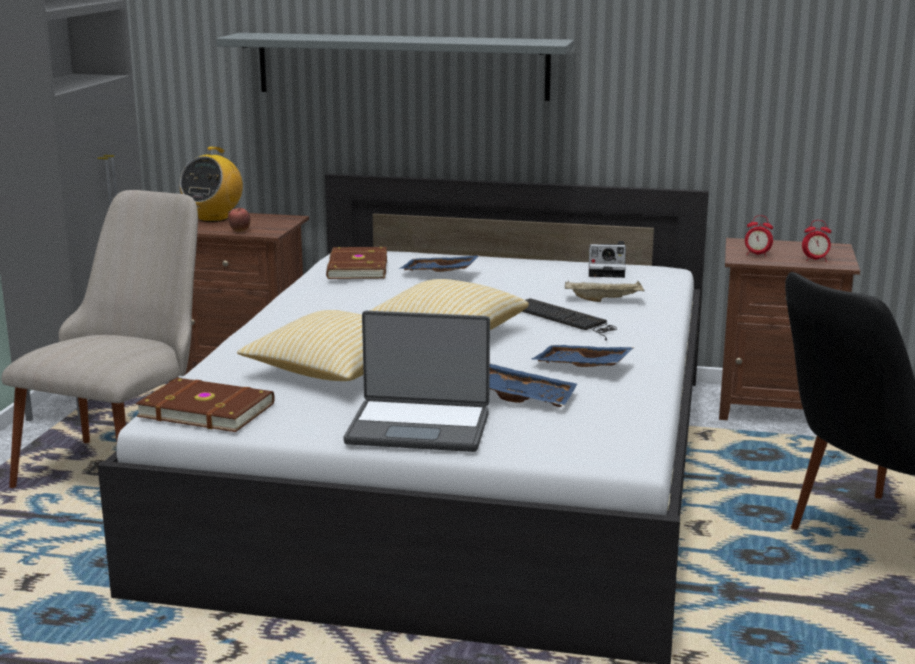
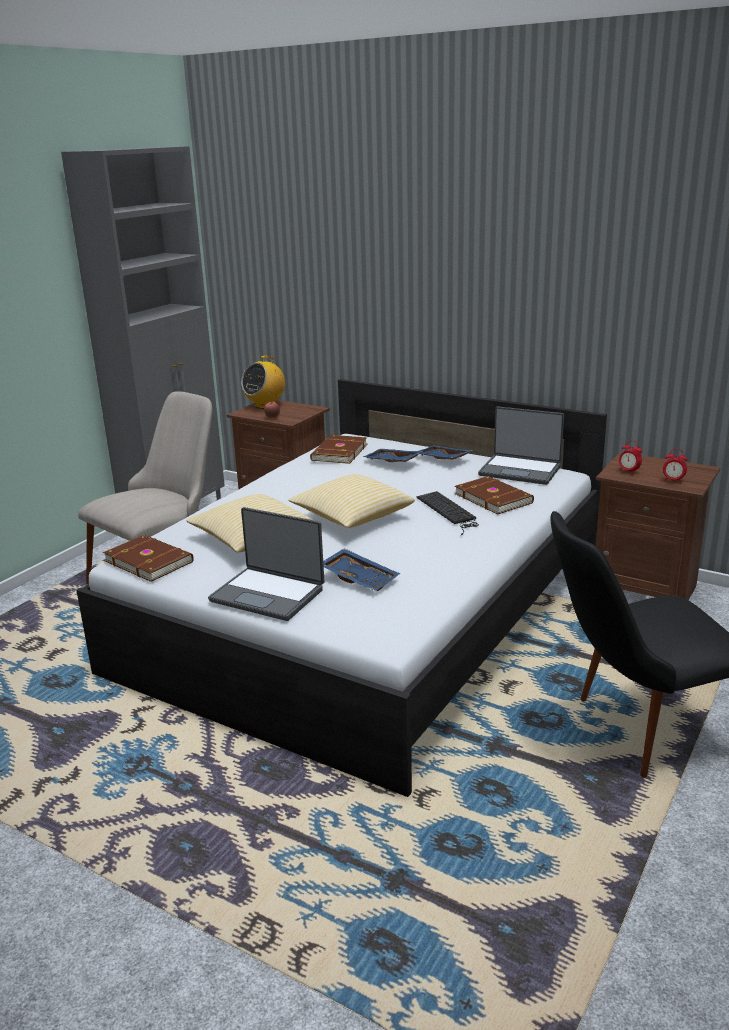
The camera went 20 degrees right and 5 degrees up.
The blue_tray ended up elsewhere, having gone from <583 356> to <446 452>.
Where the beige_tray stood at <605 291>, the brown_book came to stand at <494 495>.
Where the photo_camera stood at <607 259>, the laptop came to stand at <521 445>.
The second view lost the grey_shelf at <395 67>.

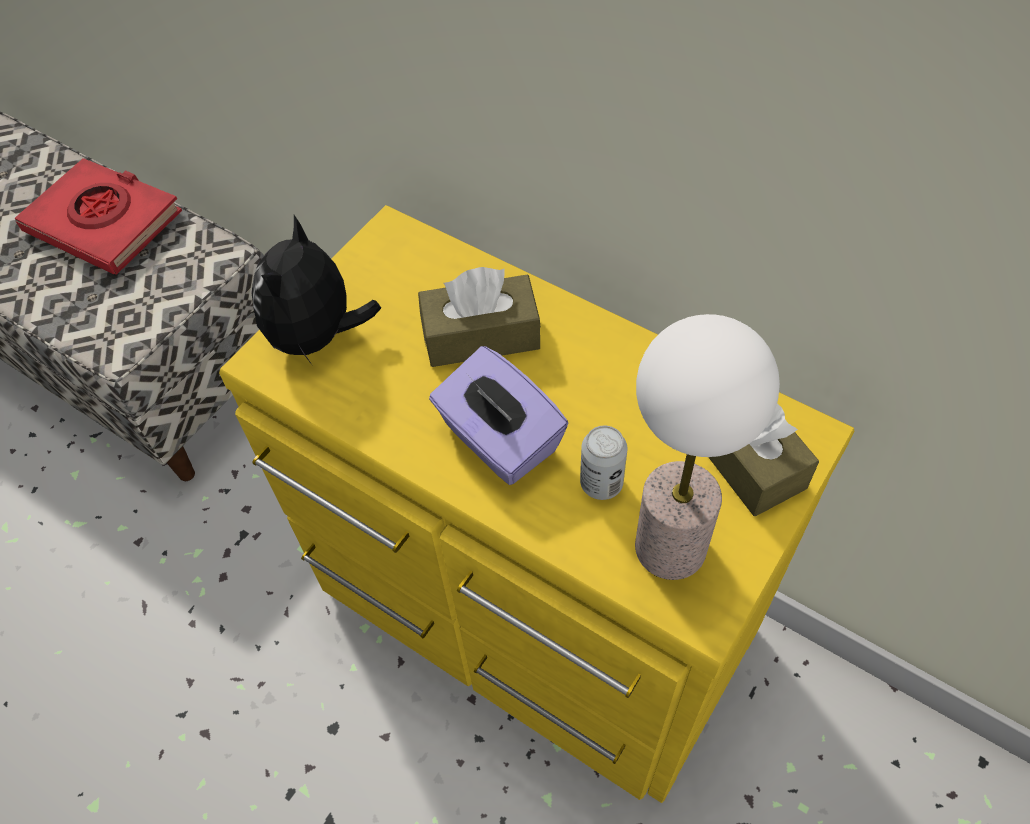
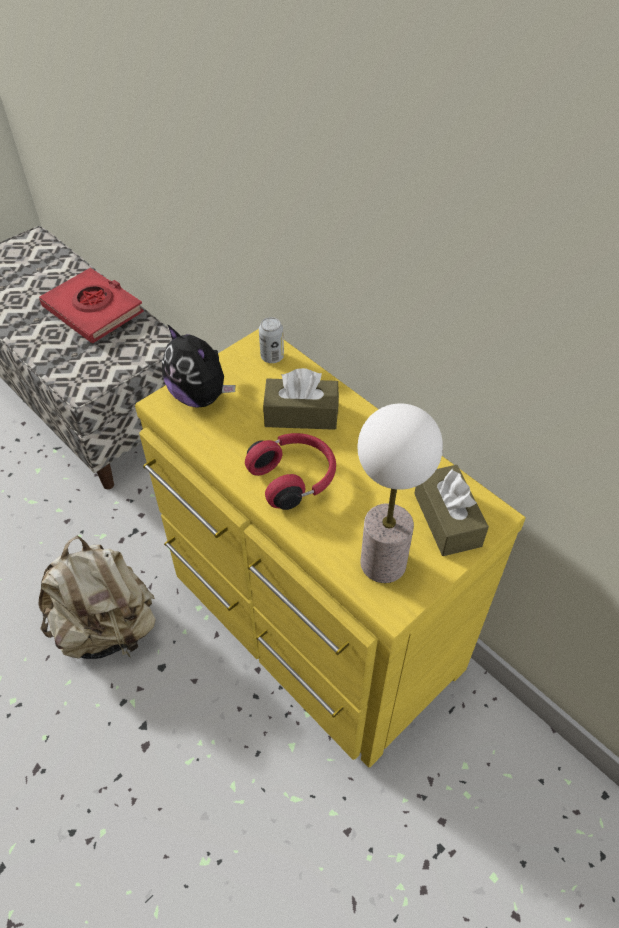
The camera went 10 degrees right and 5 degrees down.
The second view gained the beige_backpack at <97 597>.
The plush_toy at <316 290> ended up facing another way, 75 degrees counterclockwise from before.
Where the purple_tissue_box stood at <498 415>, the red_headphones came to stand at <290 471>.
The can ended up elsewhere, having gone from <603 462> to <271 340>.

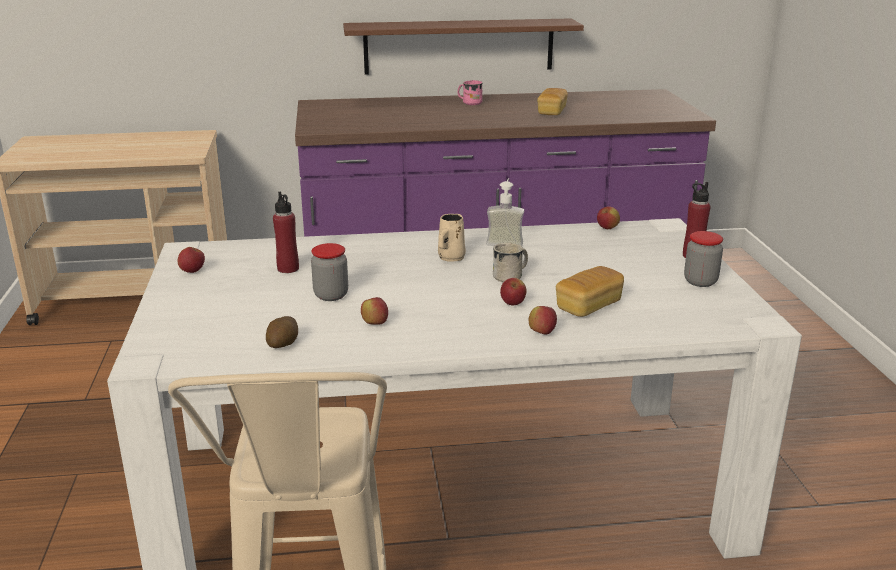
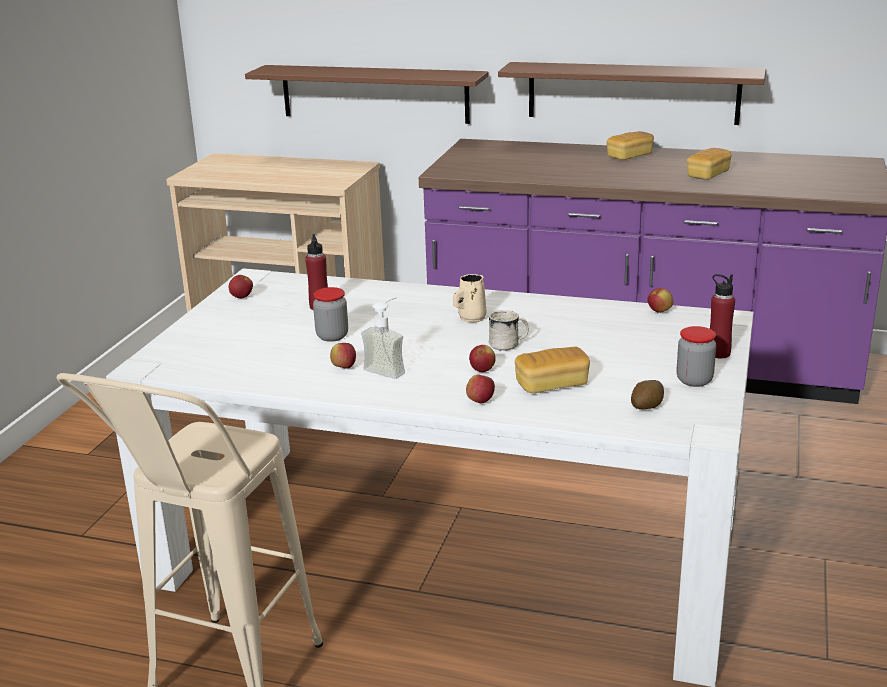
The camera went 25 degrees right and 0 degrees up.
The second view gained the brown_shelf at <366 94>.
The soap_dispenser ended up elsewhere, having gone from <505 212> to <383 338>.
Where the pink_mug stood at <470 92>, the bread came to stand at <630 145>.
The potato ended up elsewhere, having gone from <282 332> to <647 394>.

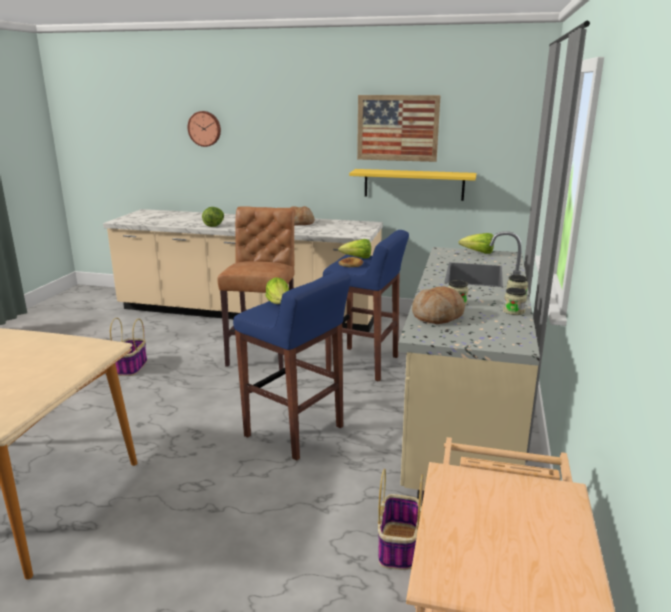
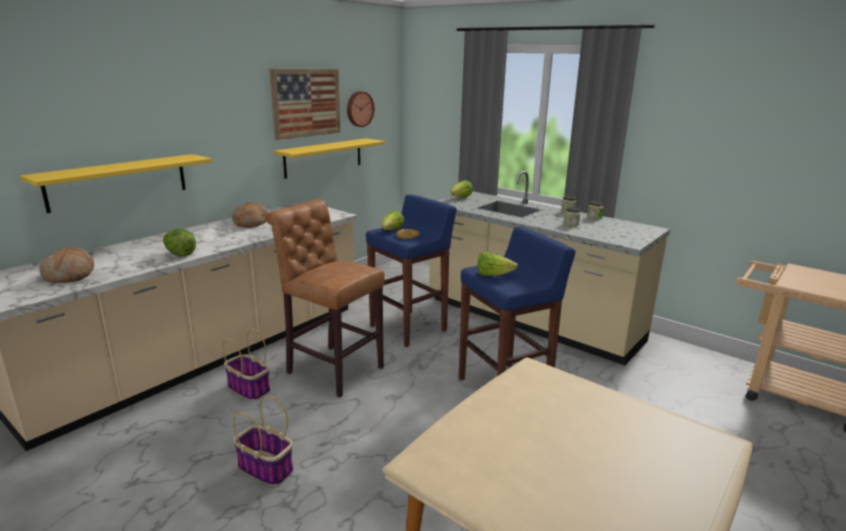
The camera went 65 degrees left and 0 degrees up.
The second view gained the yellow_shelf at <116 183>.
The bread ended up elsewhere, having gone from <438 305> to <67 265>.
The basket ended up elsewhere, having gone from <400 519> to <246 365>.
The wall_clock ended up elsewhere, having gone from <204 129> to <360 109>.

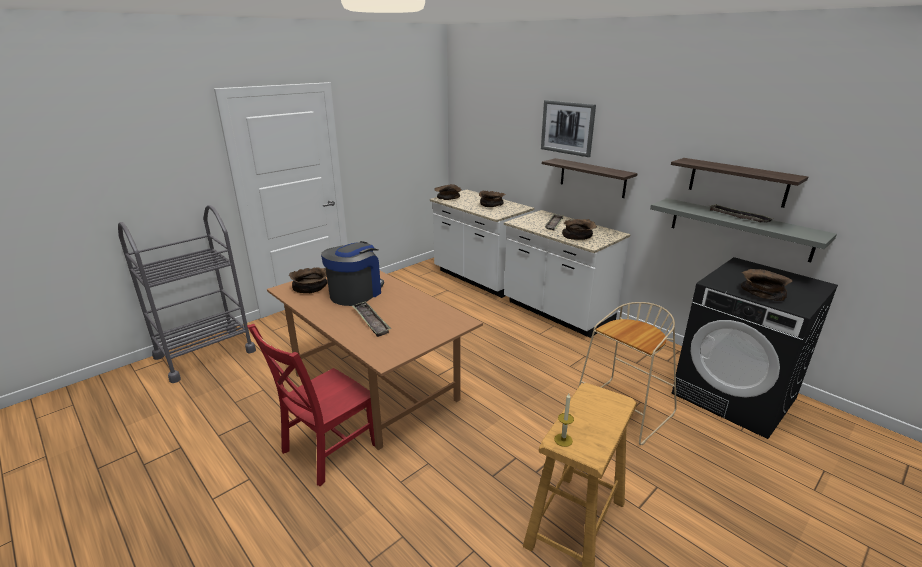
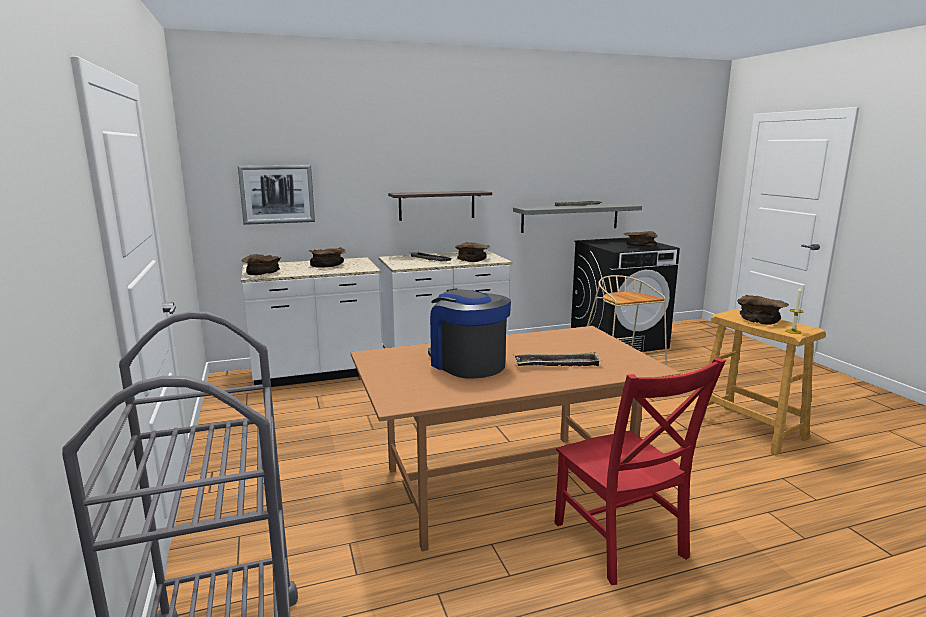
The camera went 65 degrees left and 10 degrees down.
The picture ended up elsewhere, having gone from <568 128> to <276 195>.
The brown_bowl ended up elsewhere, having gone from <308 280> to <763 310>.
The second view lost the shelf at <739 183>.

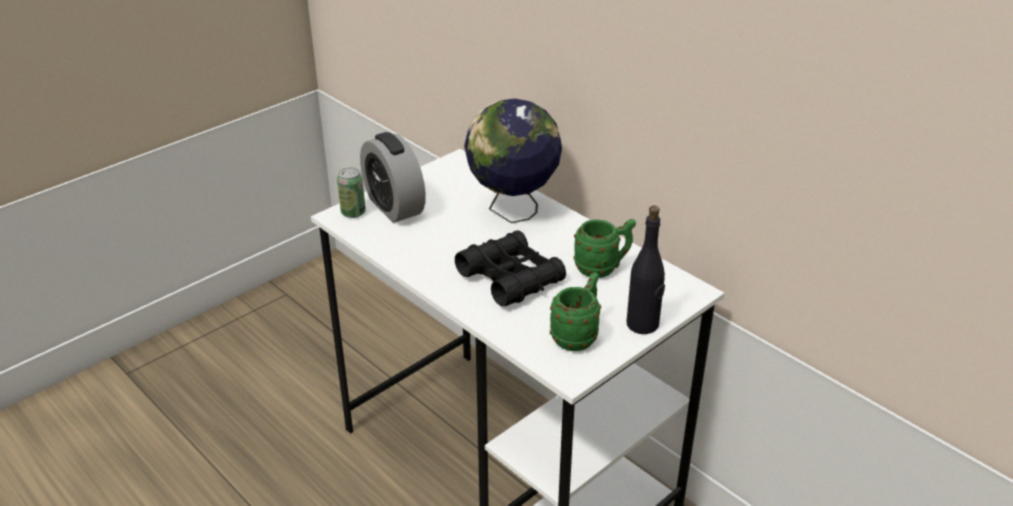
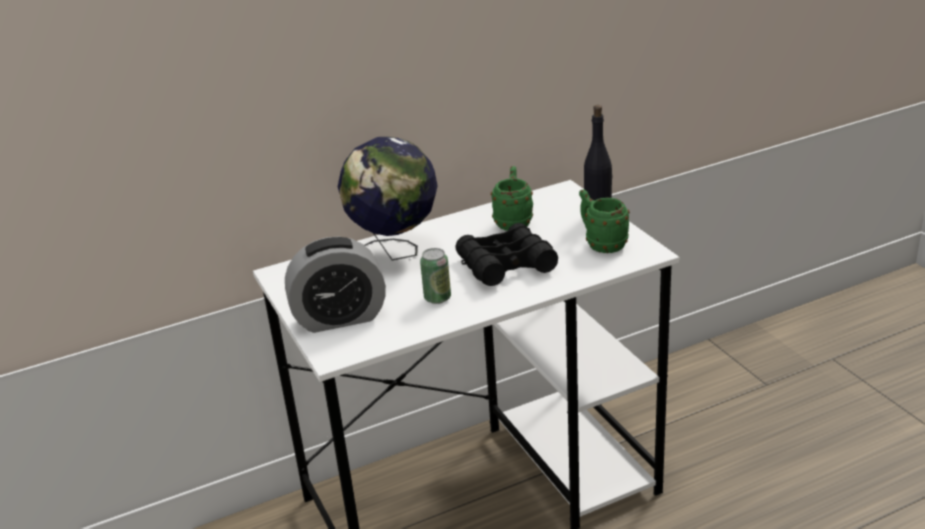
The camera went 70 degrees left and 5 degrees down.
The can ended up elsewhere, having gone from <351 192> to <435 276>.

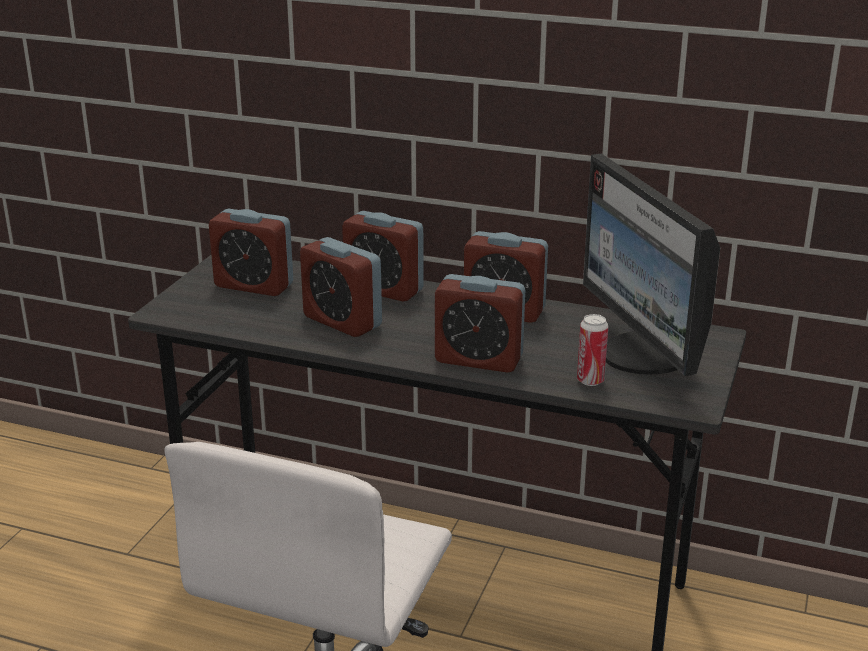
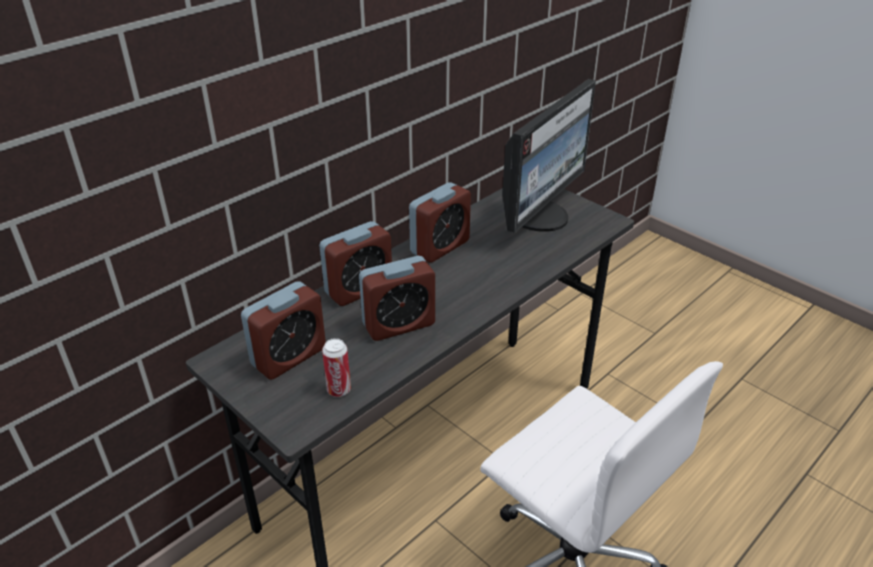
The camera went 65 degrees left and 10 degrees up.
The can ended up elsewhere, having gone from <593 350> to <336 367>.
The monitor at <651 264> ended up facing another way, 60 degrees counterclockwise from before.
The second view lost the alarm_clock at <480 323>.

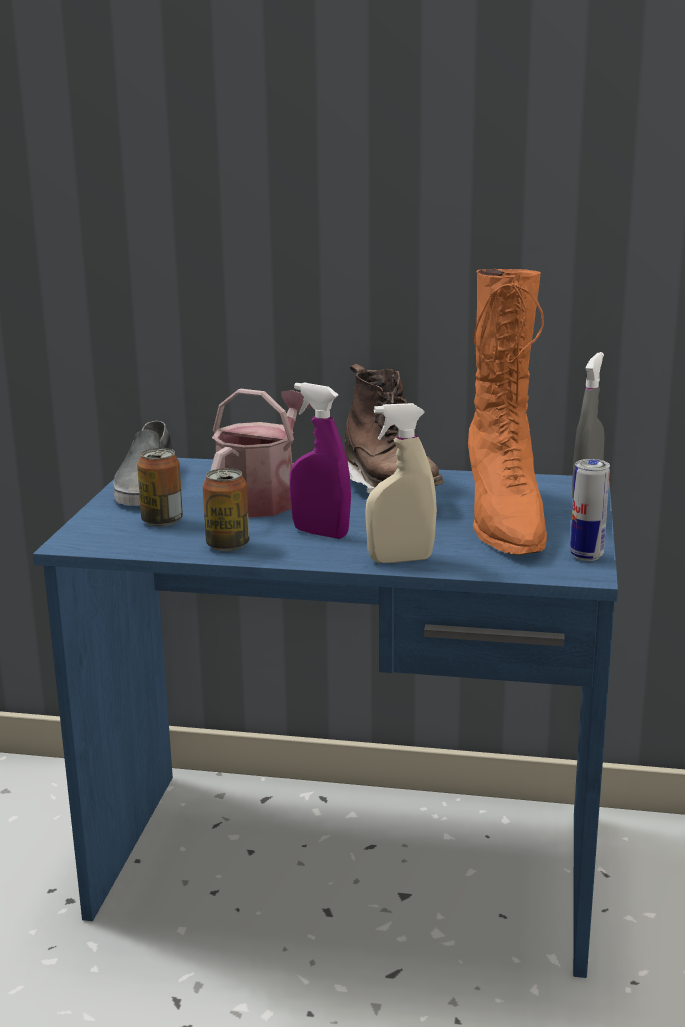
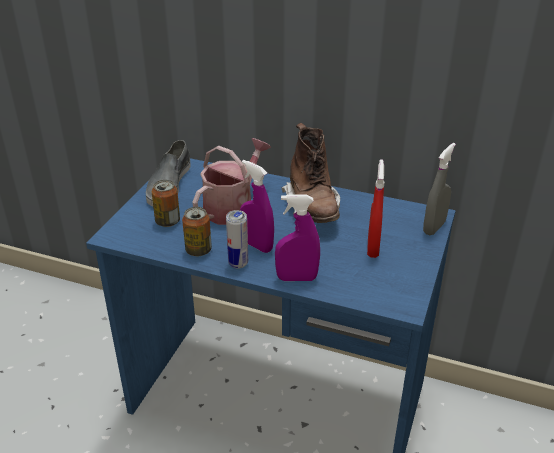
The camera went 10 degrees right and 15 degrees up.
The can ended up elsewhere, having gone from <590 510> to <237 239>.
What was the beige_spray_bottle at <401 483> turned into the purple_spray_bottle at <297 237>.
Where the orange_boot stood at <507 412>, the red_spray_bottle came to stand at <376 208>.

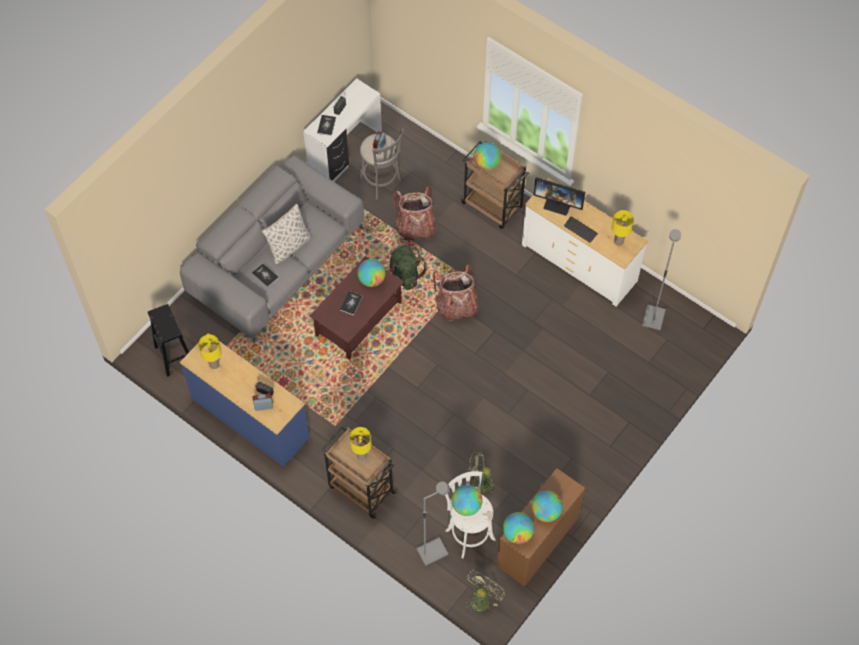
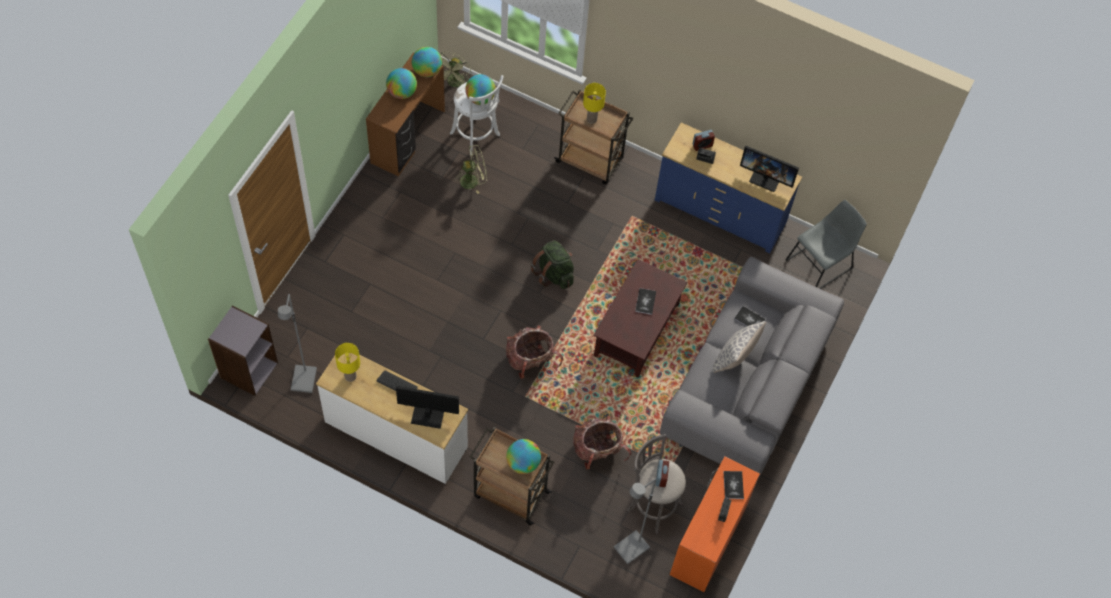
The camera went 165 degrees right and 0 degrees up.
The second view gained the grey_bookcase at <243 351>.
The green_backpack ended up elsewhere, having gone from <408 267> to <552 264>.
The grey_floor_lamp ended up elsewhere, having gone from <433 524> to <635 521>.
What was the white_desk at <342 129> turned into the orange_desk at <715 524>.
Where the yellow_table_lamp stood at <210 351>, the monitor came to stand at <769 169>.
Where the black_stool stood at <168 340>, the grey_chair came to stand at <826 244>.
The second view lost the globe at <371 273>.

